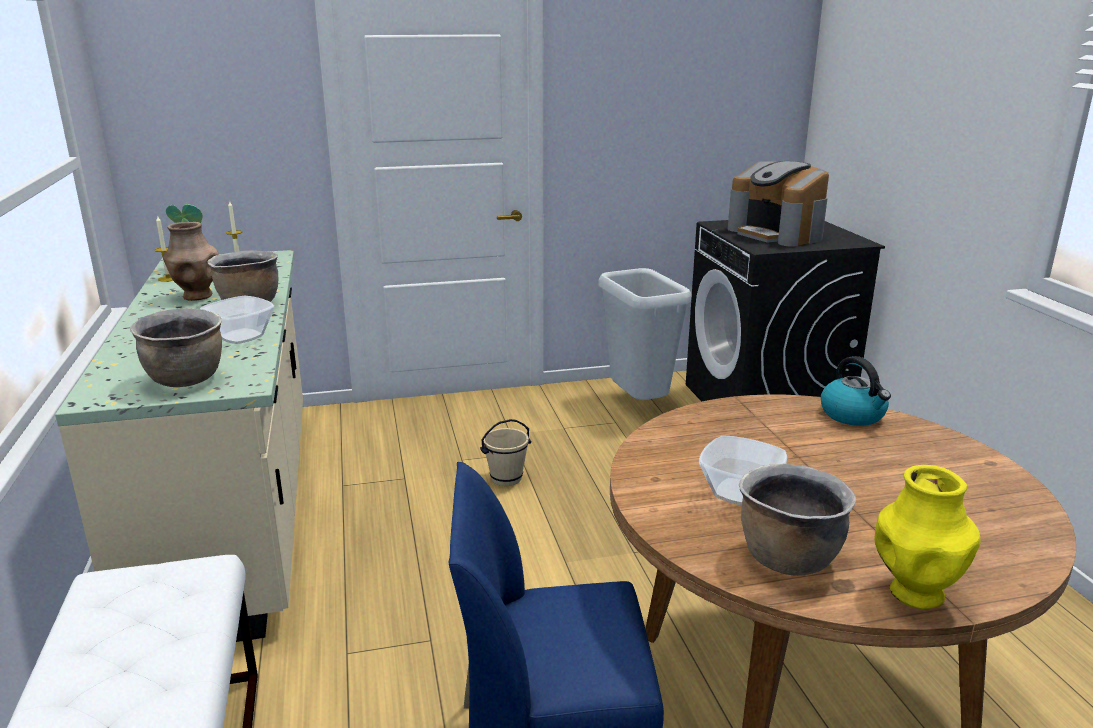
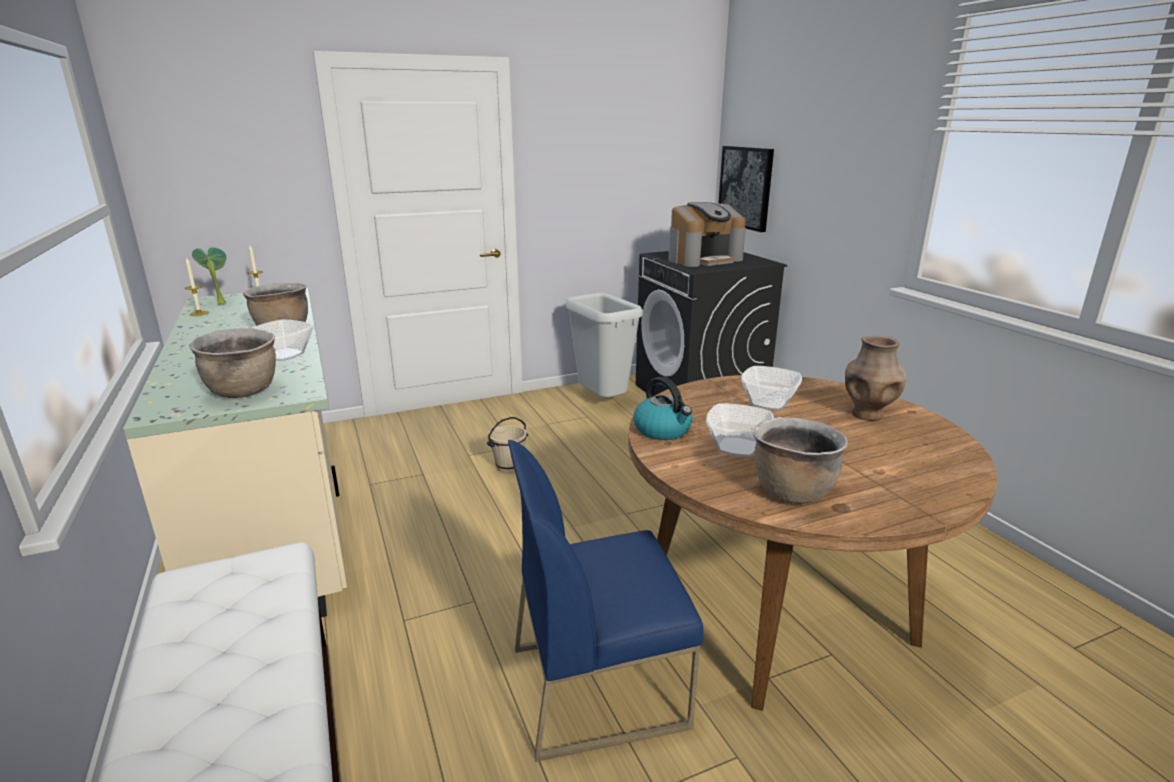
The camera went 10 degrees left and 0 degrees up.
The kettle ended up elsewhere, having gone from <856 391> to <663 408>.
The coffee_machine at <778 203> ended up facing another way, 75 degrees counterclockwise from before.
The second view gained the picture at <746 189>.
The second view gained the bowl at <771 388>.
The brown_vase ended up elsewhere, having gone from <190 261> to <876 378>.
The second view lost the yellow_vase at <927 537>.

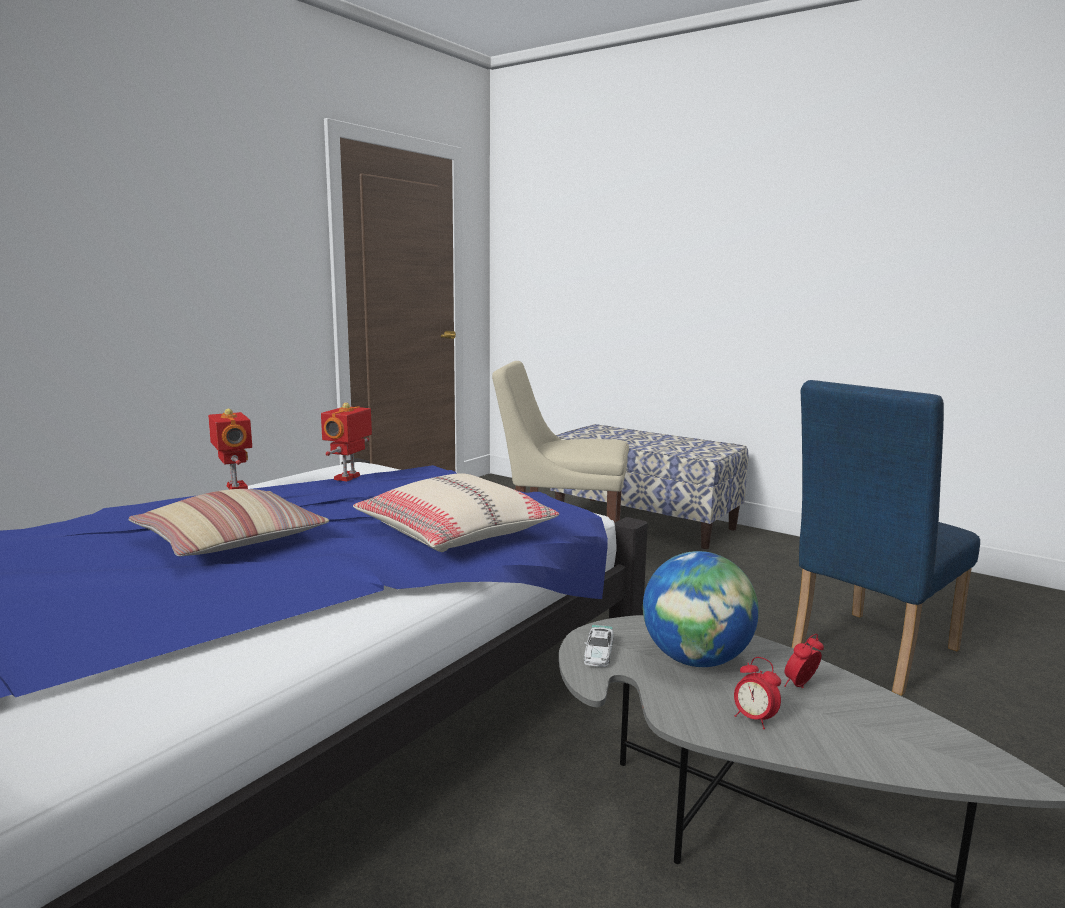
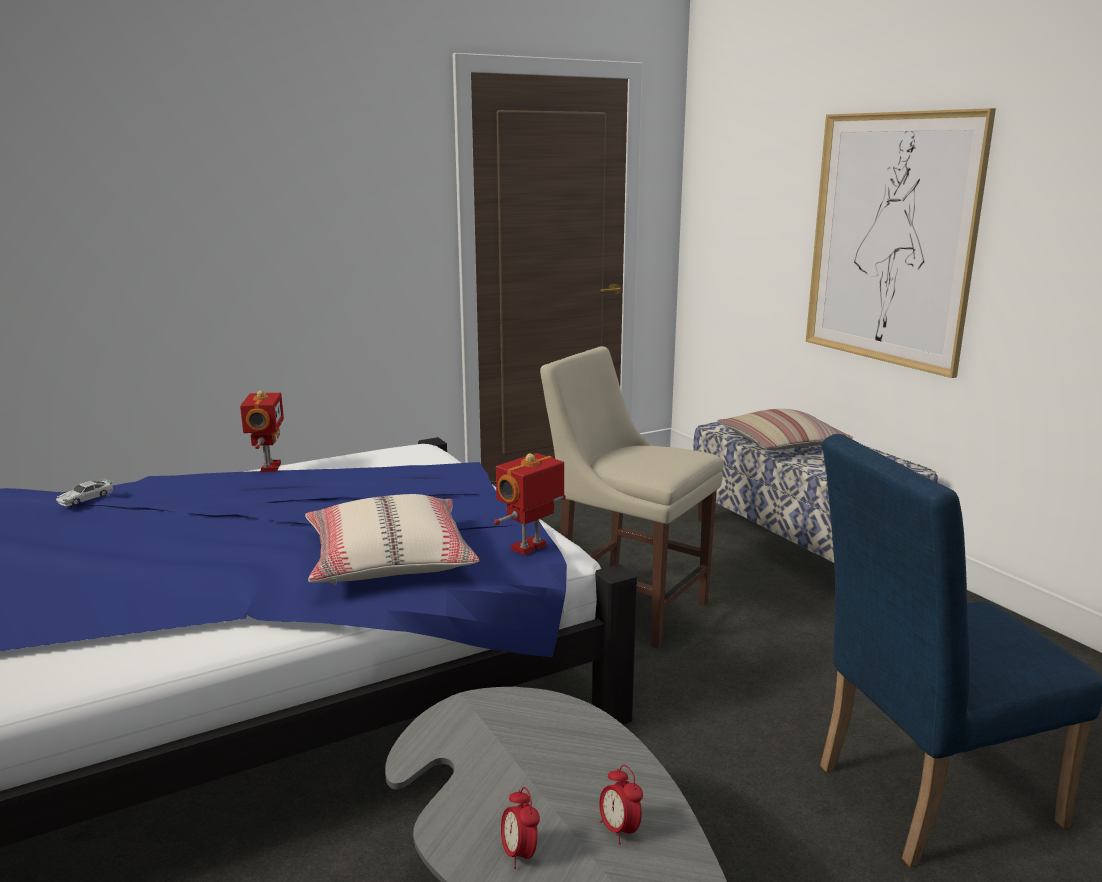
The camera went 25 degrees right and 5 degrees up.
The toy_car ended up elsewhere, having gone from <598 646> to <84 492>.
The toy_robot ended up elsewhere, having gone from <346 441> to <530 504>.
The alarm_clock at <804 661> ended up facing another way, 105 degrees counterclockwise from before.
The pillow ended up elsewhere, having gone from <229 522> to <785 429>.
The second view gained the picture at <901 243>.
The second view lost the globe at <701 609>.

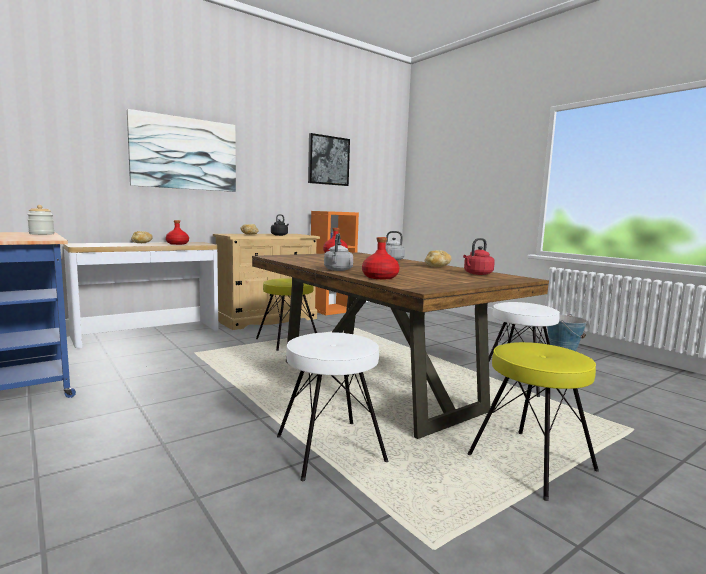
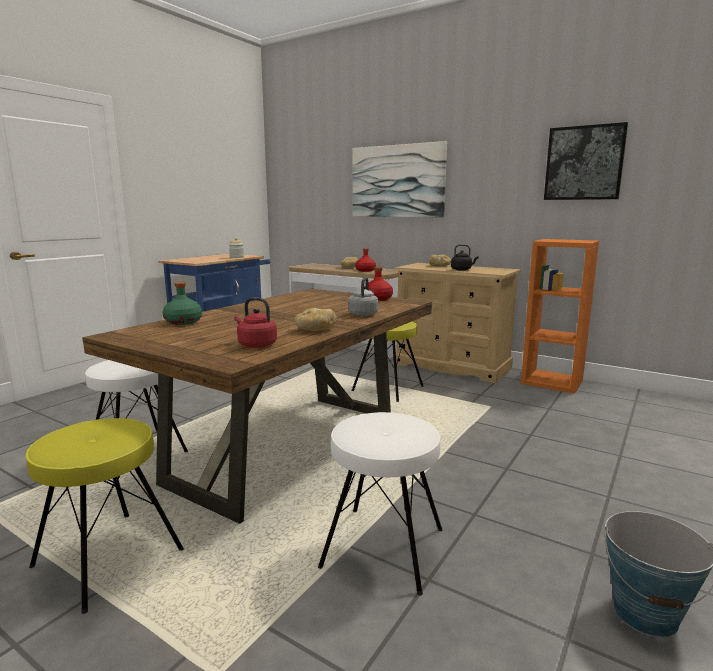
The camera went 70 degrees right and 5 degrees up.
What was the red_bottle at <380 258> turned into the green_bottle at <182 303>.
The second view lost the grey_kettle at <338 252>.

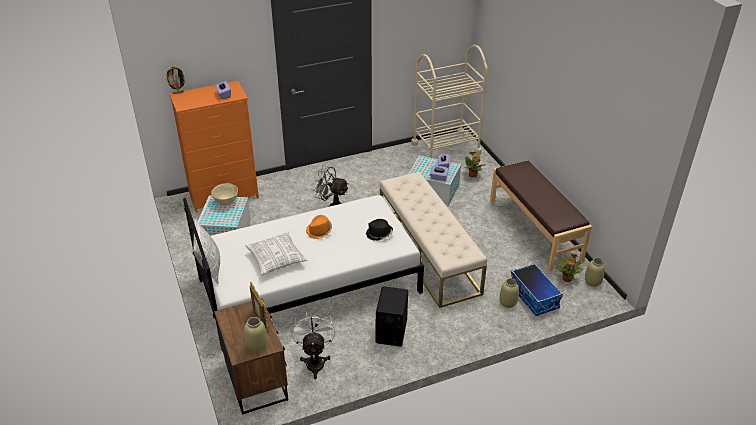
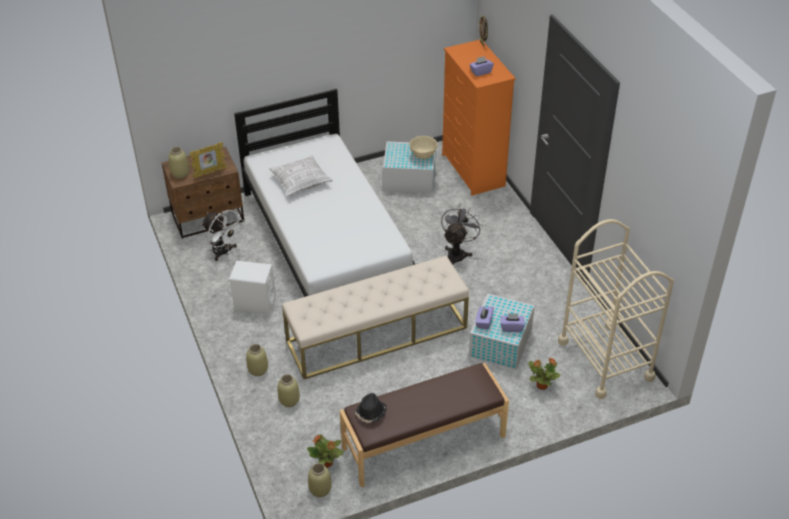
The camera went 90 degrees right and 5 degrees up.
The white_fan at <313 345> ended up facing another way, 45 degrees clockwise from before.
What was the black_speaker at <392 316> turned into the white_speaker at <252 287>.
The second view gained the beige_vase at <257 360>.
The black_hat ended up elsewhere, having gone from <379 230> to <371 408>.
The second view lost the pillow at <206 251>.
The second view lost the orange_hat at <319 227>.
The second view lost the storage_box at <537 289>.

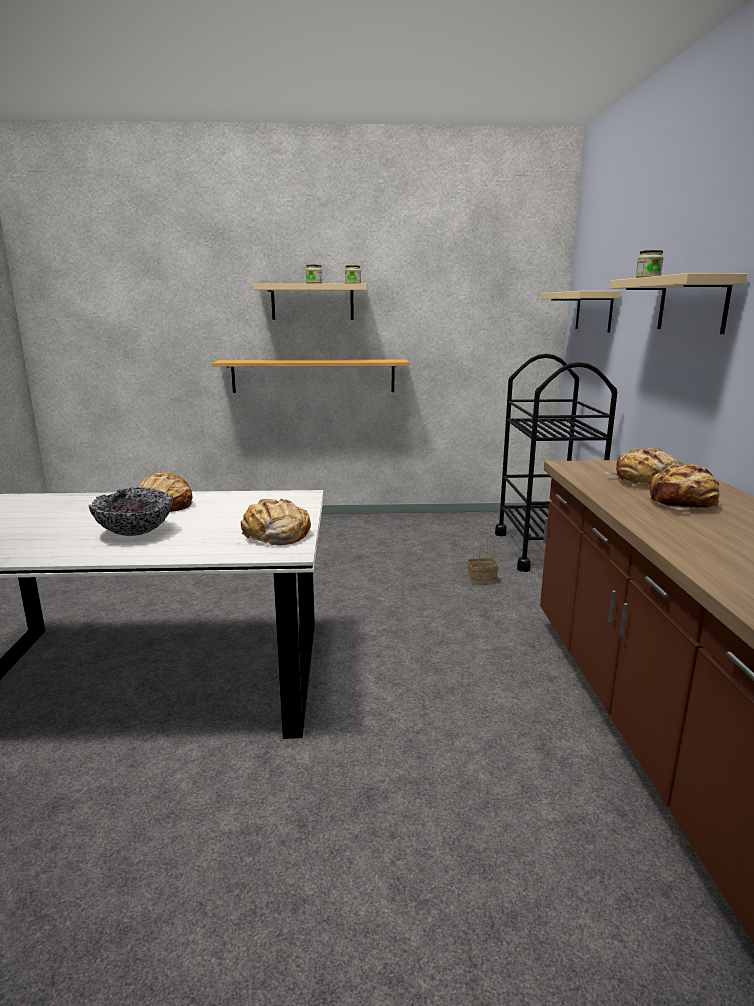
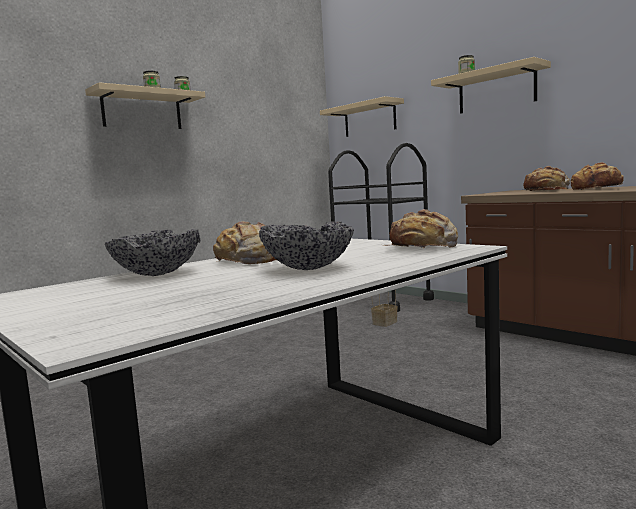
The camera went 40 degrees left and 10 degrees down.
The second view gained the bowl at <152 252>.
The second view lost the shelf at <310 376>.

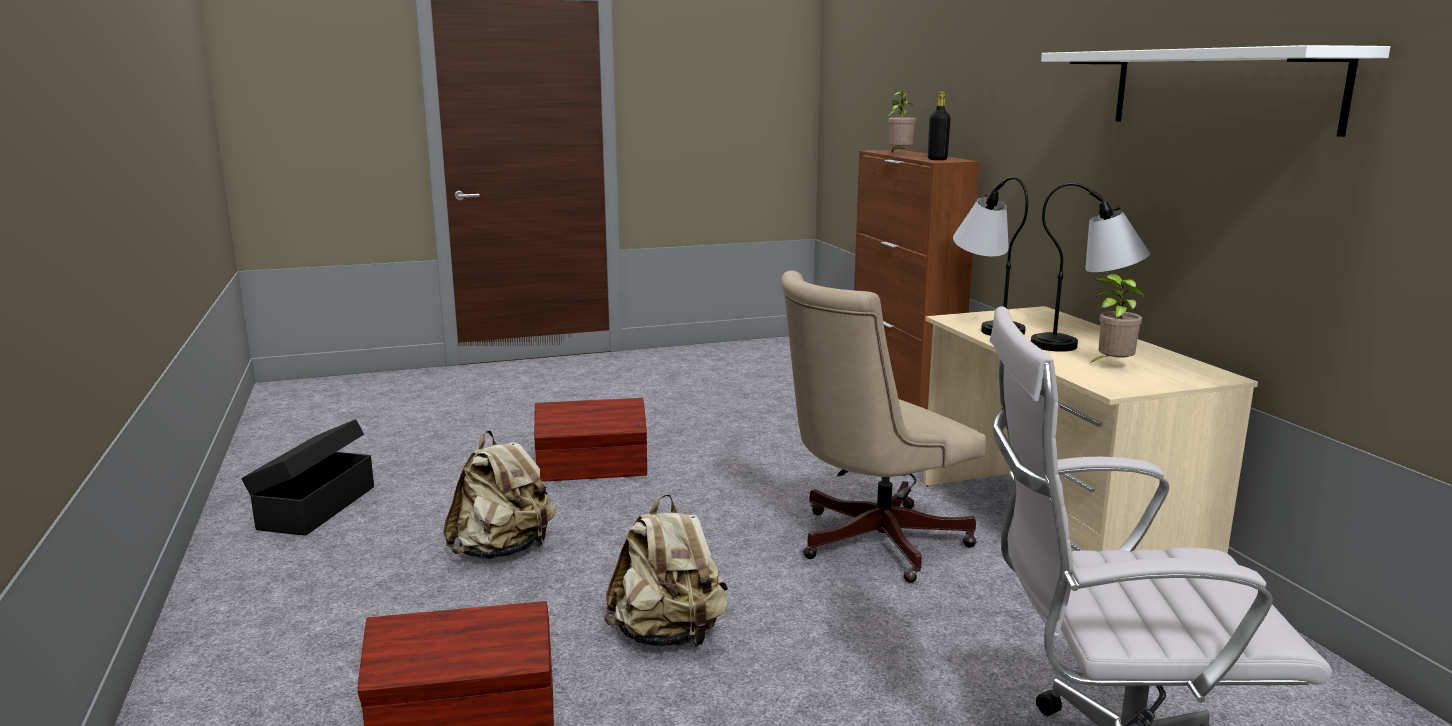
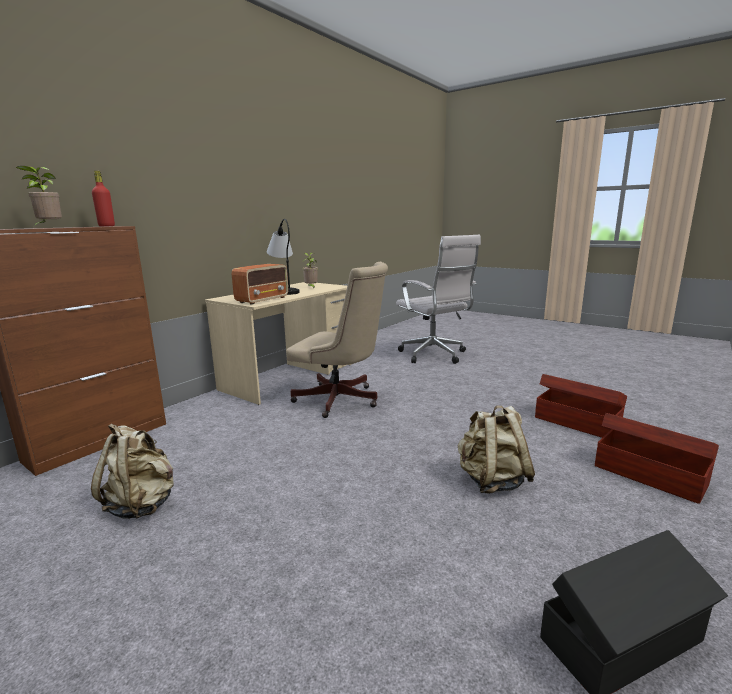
The camera went 125 degrees left and 0 degrees up.
The beige_backpack ended up elsewhere, having gone from <666 570> to <132 471>.
What was the black_bottle at <939 126> turned into the red_bottle at <103 199>.
Where the table_lamp stood at <990 256>, the radio came to stand at <260 284>.
The brown_storage_box ended up elsewhere, having gone from <590 440> to <657 458>.
The second view lost the white_shelf at <1215 91>.

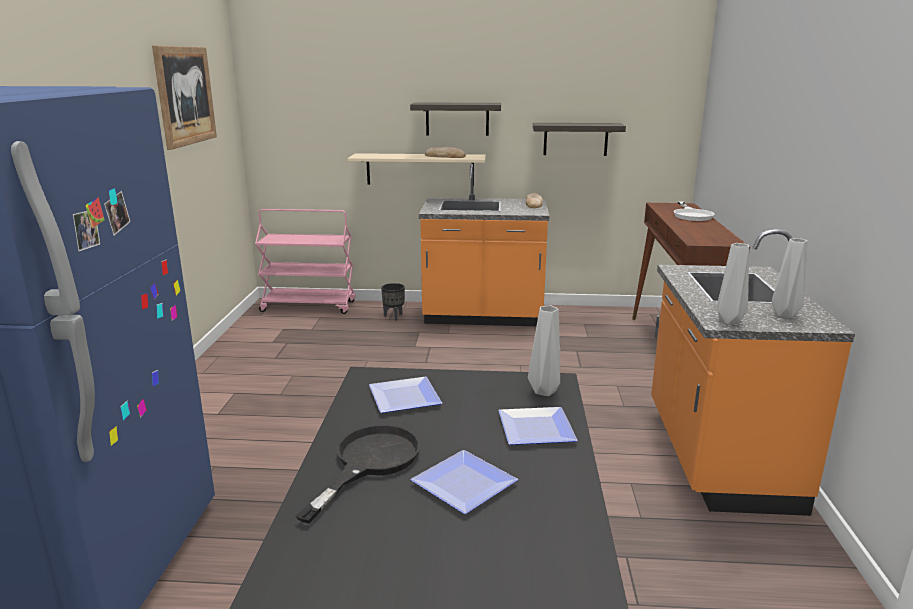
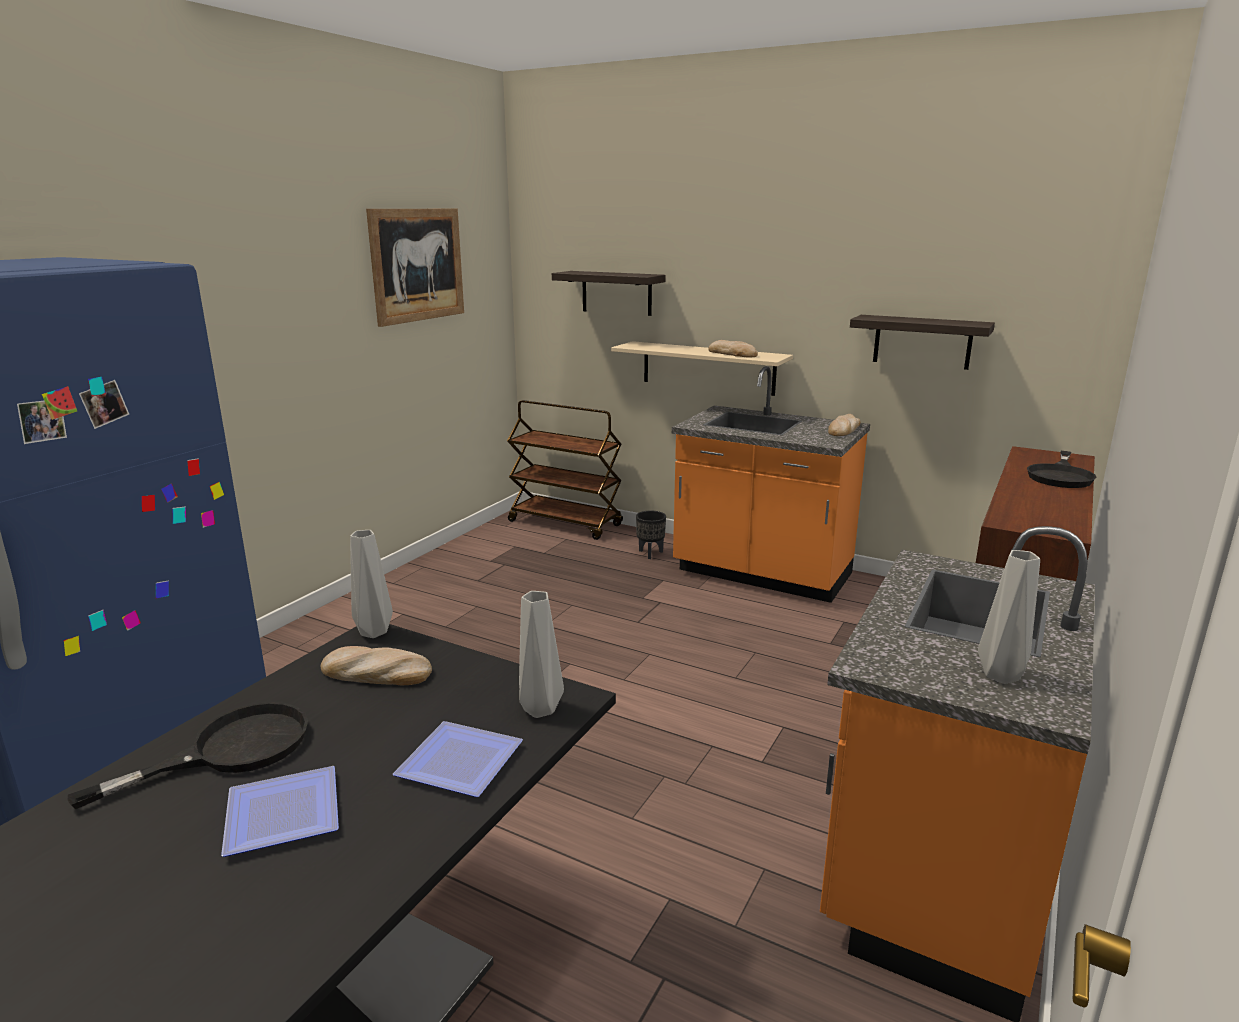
The camera went 25 degrees right and 0 degrees up.
Where the plate stood at <405 395>, the bread came to stand at <376 665>.
The grey_vase ended up elsewhere, having gone from <733 283> to <371 584>.
What was the pink_cart at <305 261> turned into the brown_cart at <565 470>.
The shelf ended up elsewhere, having gone from <455 119> to <609 293>.
What was the white_frying_pan at <694 211> turned into the black_frying_pan at <1061 469>.

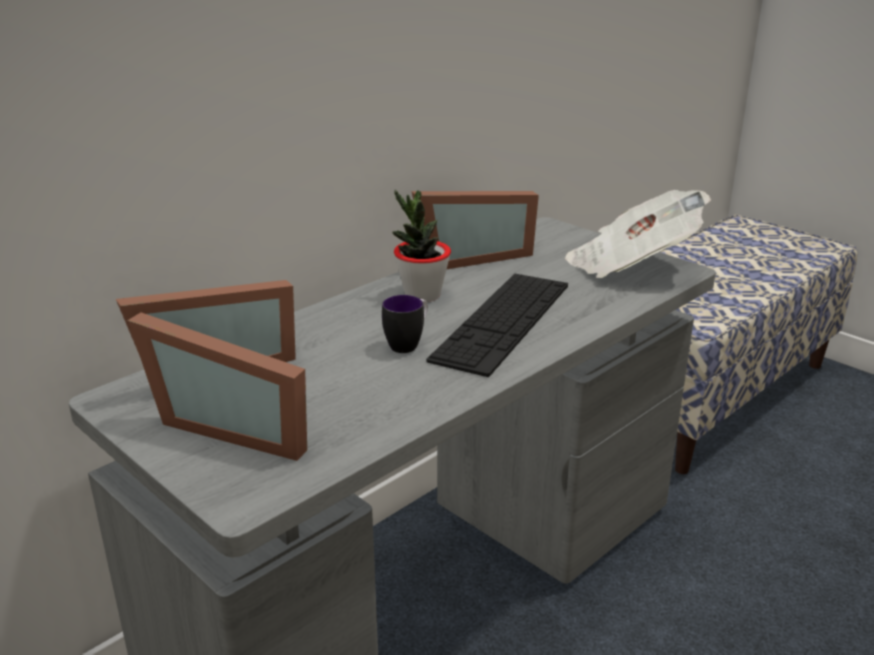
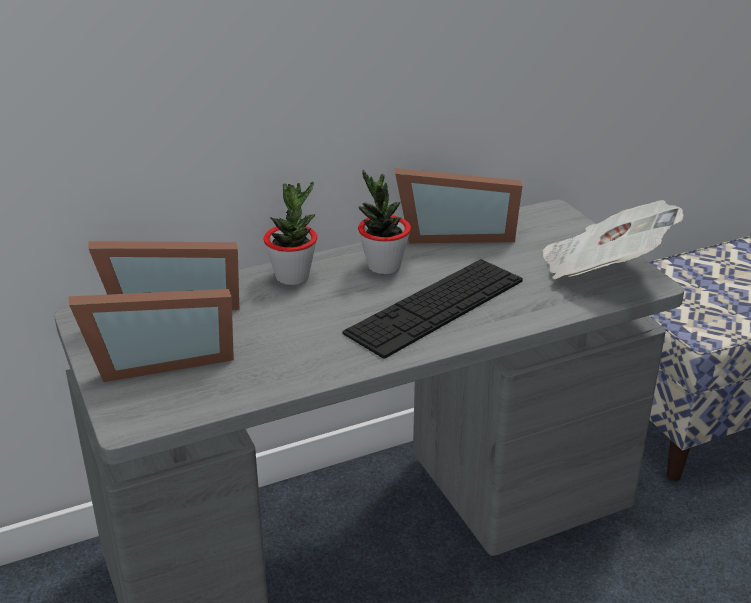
The camera went 20 degrees right and 5 degrees up.
The picture_frame at <217 386> ended up facing another way, 60 degrees counterclockwise from before.
The second view gained the potted_plant at <290 233>.
The second view lost the mug at <405 324>.

